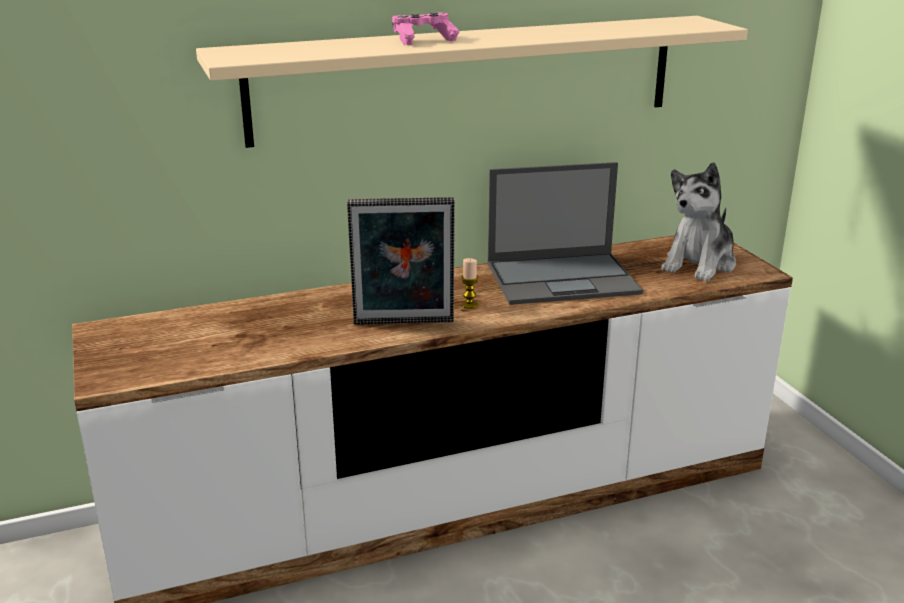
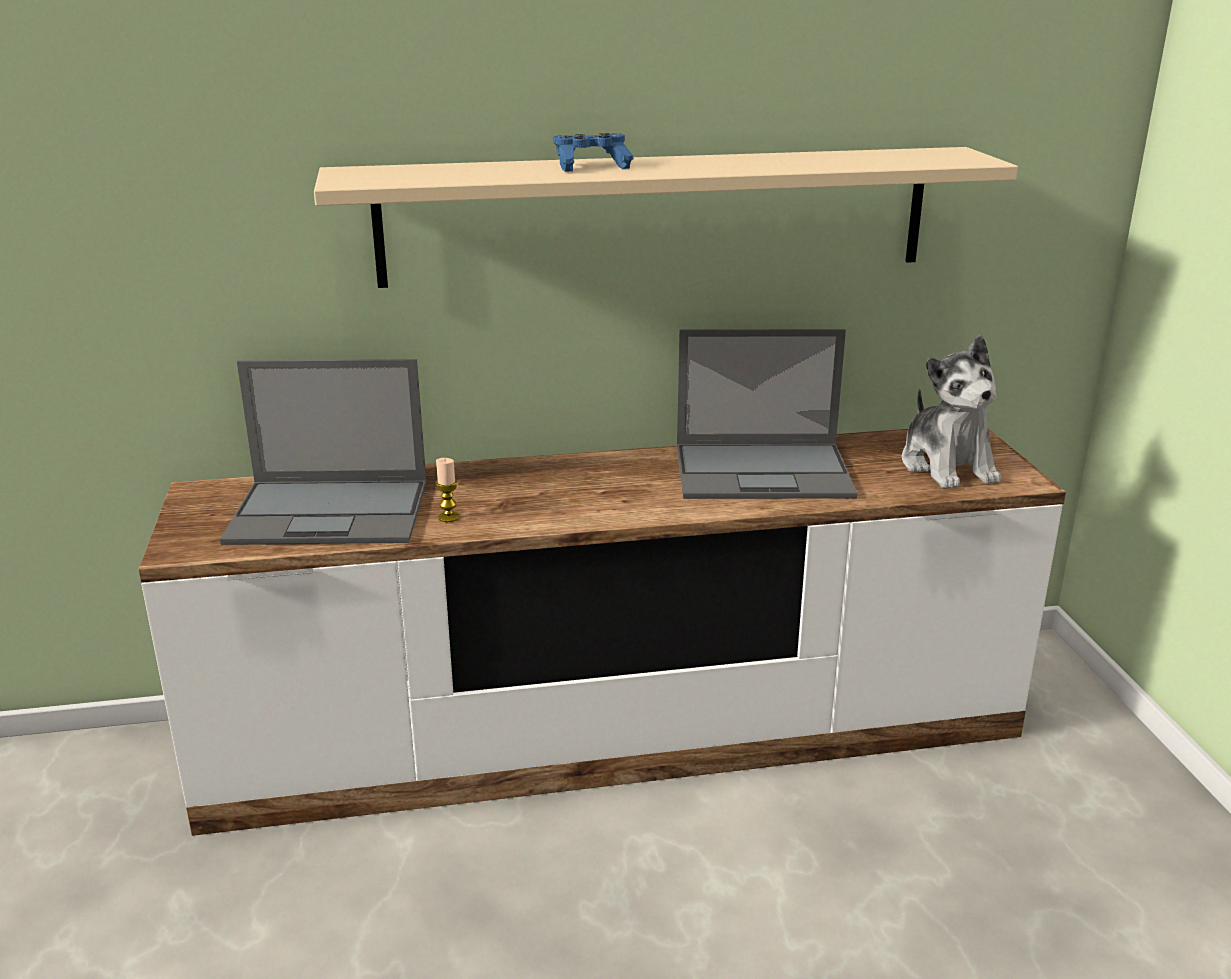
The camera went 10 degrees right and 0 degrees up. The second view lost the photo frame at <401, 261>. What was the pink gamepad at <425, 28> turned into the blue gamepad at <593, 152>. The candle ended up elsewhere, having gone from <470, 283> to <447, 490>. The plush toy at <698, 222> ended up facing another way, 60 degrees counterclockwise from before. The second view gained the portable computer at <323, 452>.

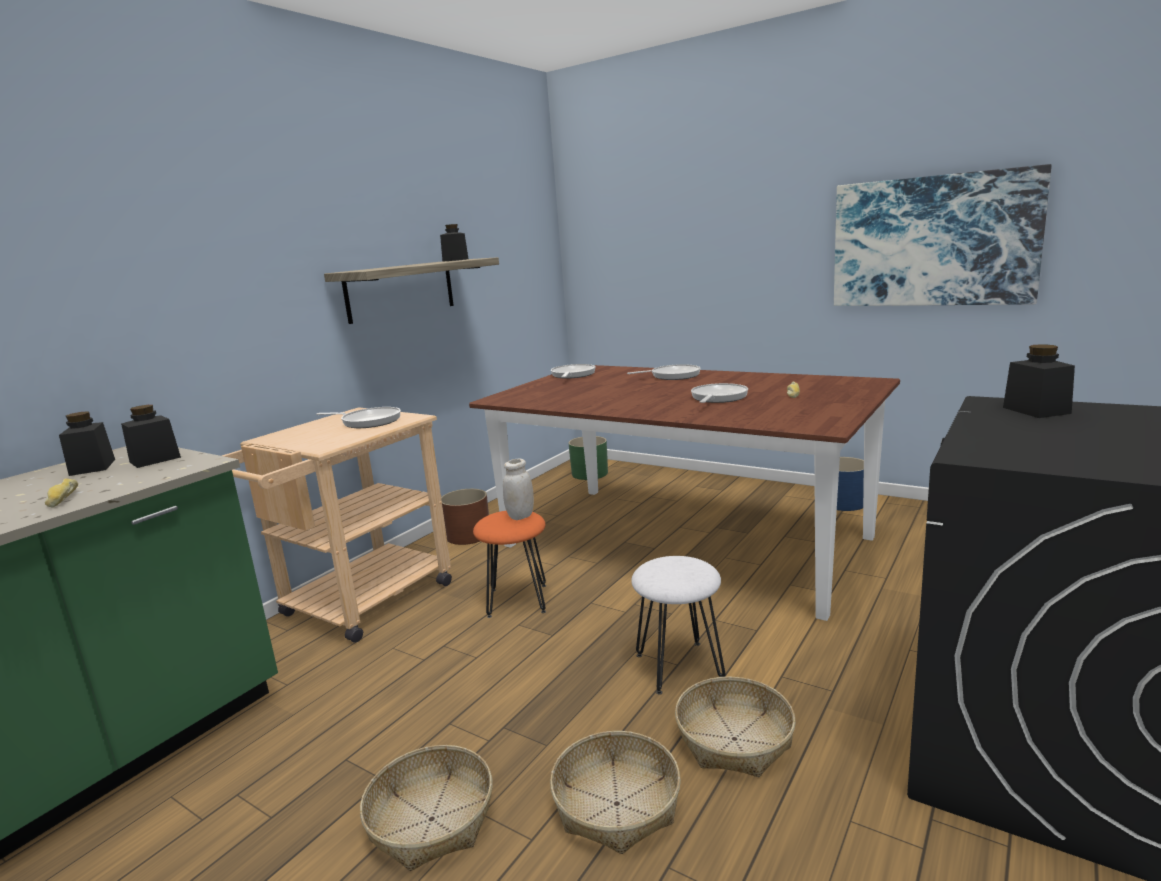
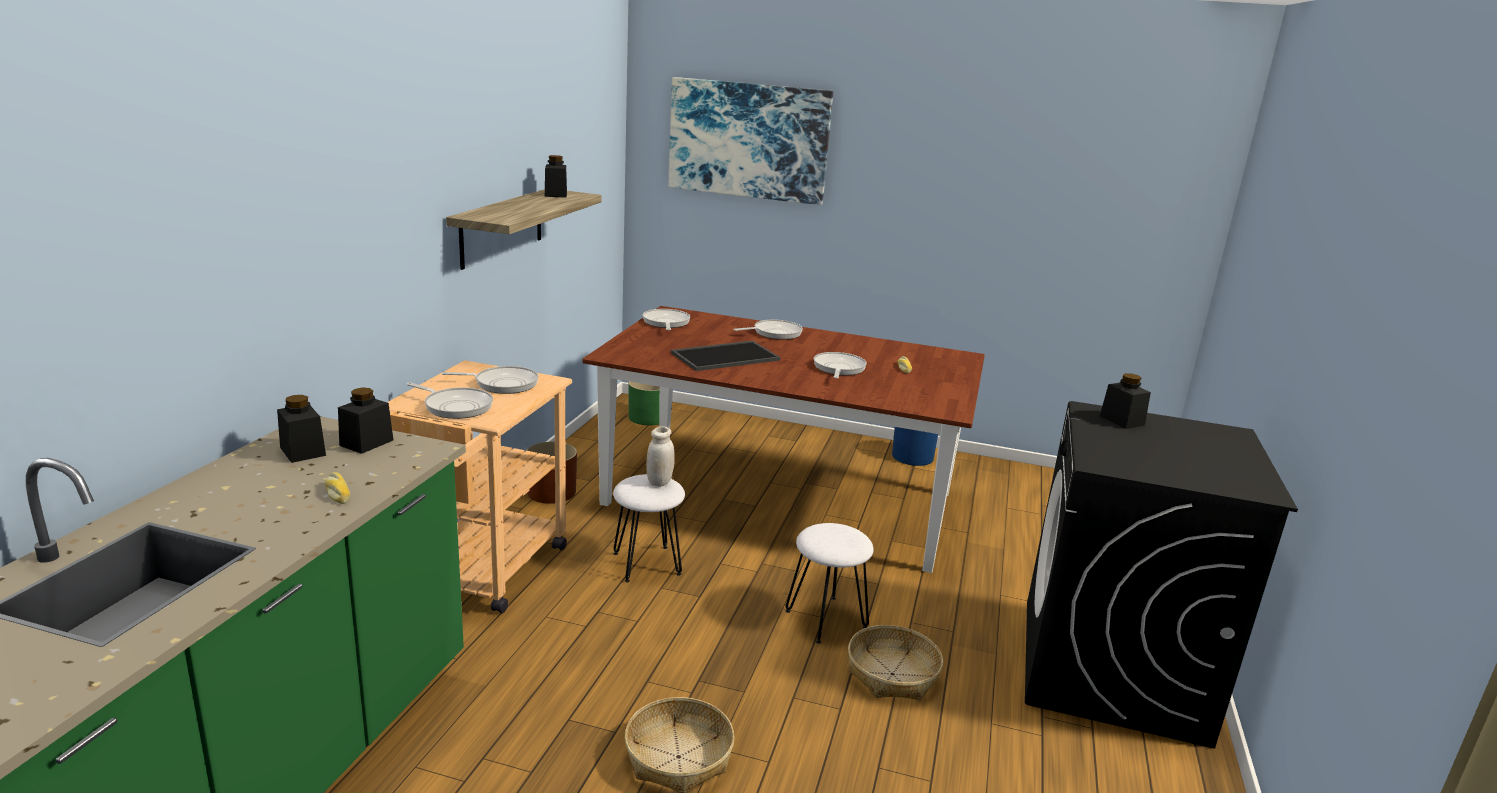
The camera went 20 degrees left and 5 degrees up. What was the orange sitting stool at <509, 564> turned into the white sitting stool at <649, 528>. The second view lost the household basket at <615, 792>. The picture ended up elsewhere, having gone from <943, 235> to <750, 141>. The second view gained the frying pan at <449, 400>. The second view gained the tray at <725, 356>.

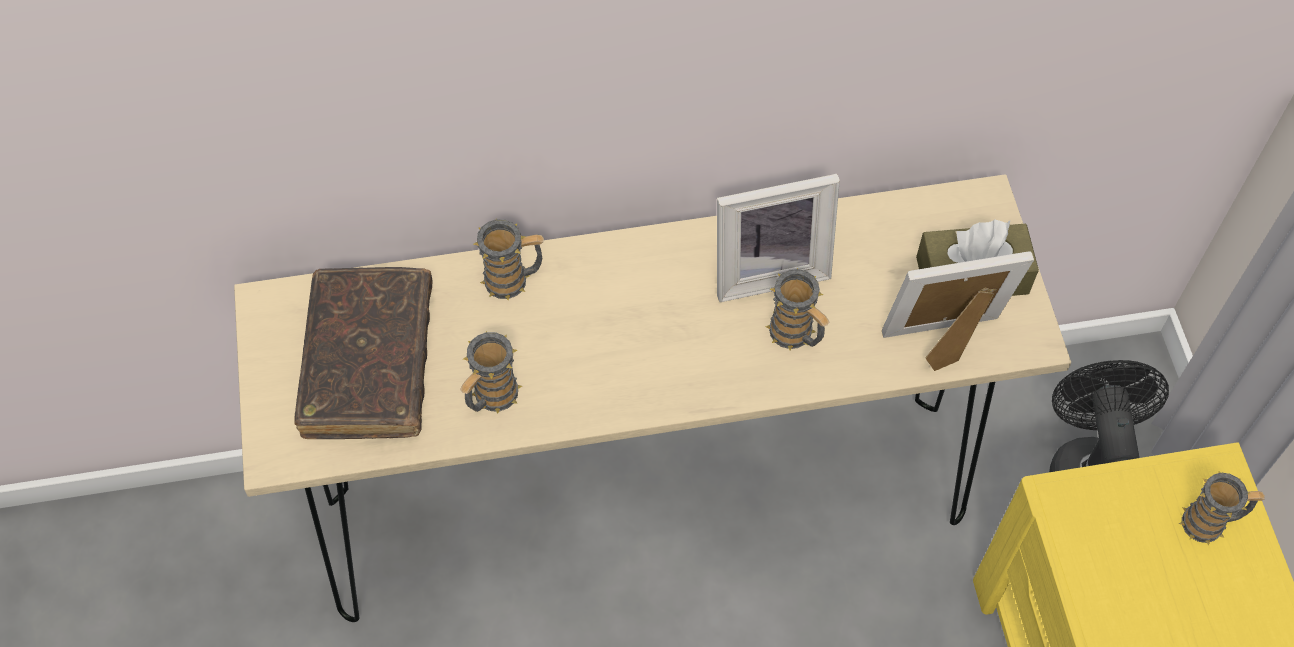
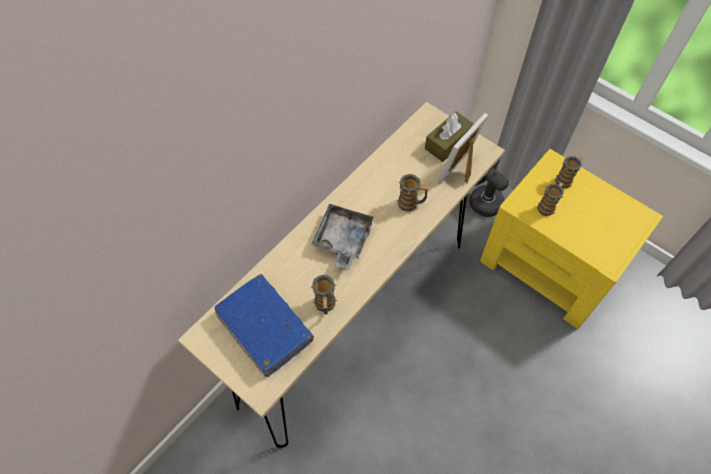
The camera went 40 degrees left and 0 degrees up. What was the brown book at <363, 353> turned into the blue book at <264, 325>. The tea mug ended up elsewhere, having gone from <509, 259> to <550, 199>. The second view lost the photo frame at <778, 238>. The second view gained the grey tray at <342, 237>.

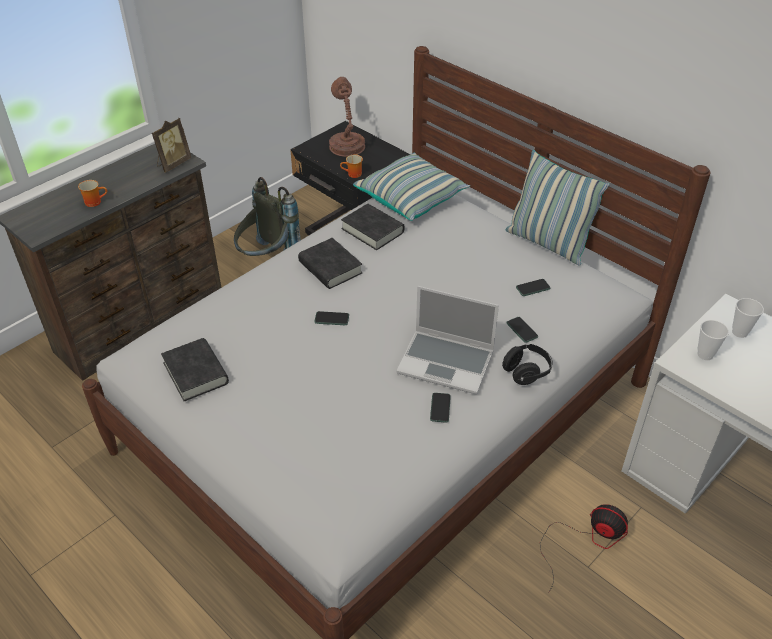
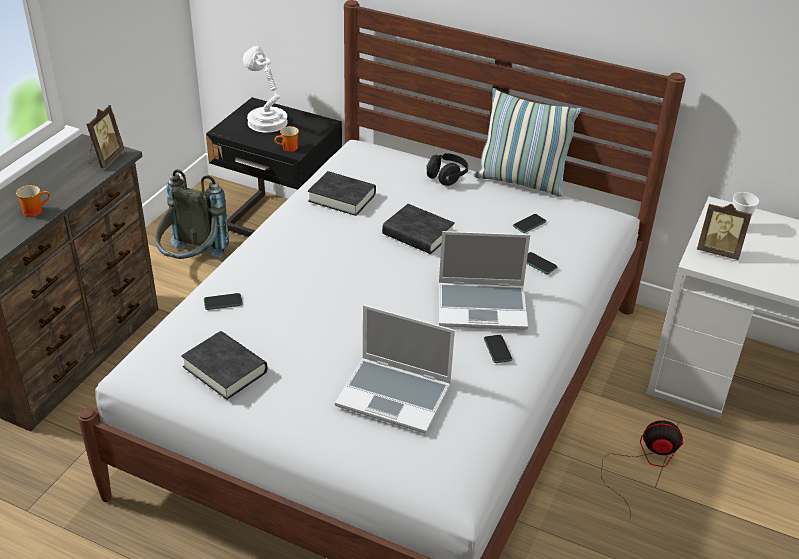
The camera went 20 degrees left and 5 degrees down. The blackish book ended up elsewhere, having gone from <330, 263> to <418, 229>. The phone ended up elsewhere, having gone from <331, 318> to <223, 301>. What was the brown tabletop lamp at <347, 117> turned into the white tabletop lamp at <265, 89>. The second view lost the pillow at <411, 187>. The blackish headphones ended up elsewhere, having gone from <527, 364> to <447, 169>. Where the drinking cup stood at <713, 340>, the photo frame came to stand at <724, 231>. The second view gained the portable computer at <395, 369>.

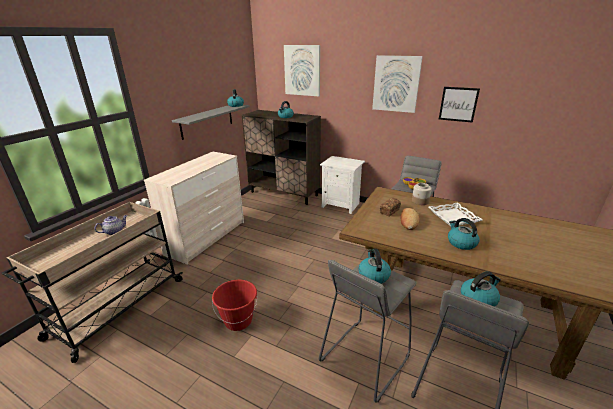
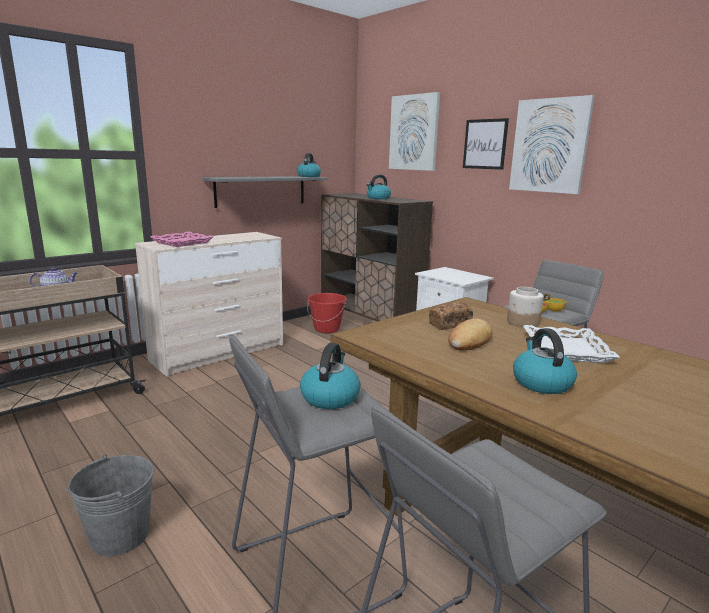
The camera went 20 degrees right and 10 degrees down. The red-coloured pail ended up elsewhere, having gone from <235, 305> to <327, 313>. The picture ended up elsewhere, having gone from <459, 105> to <486, 144>. The second view lost the water kettle at <481, 289>. The second view gained the grey pail at <110, 505>. The second view gained the pink tray at <181, 239>.

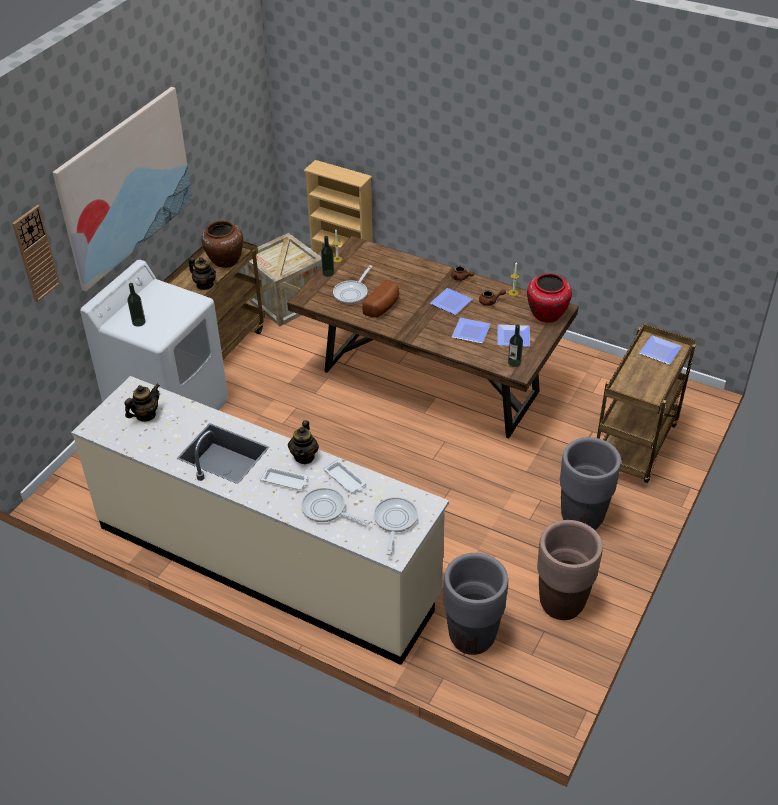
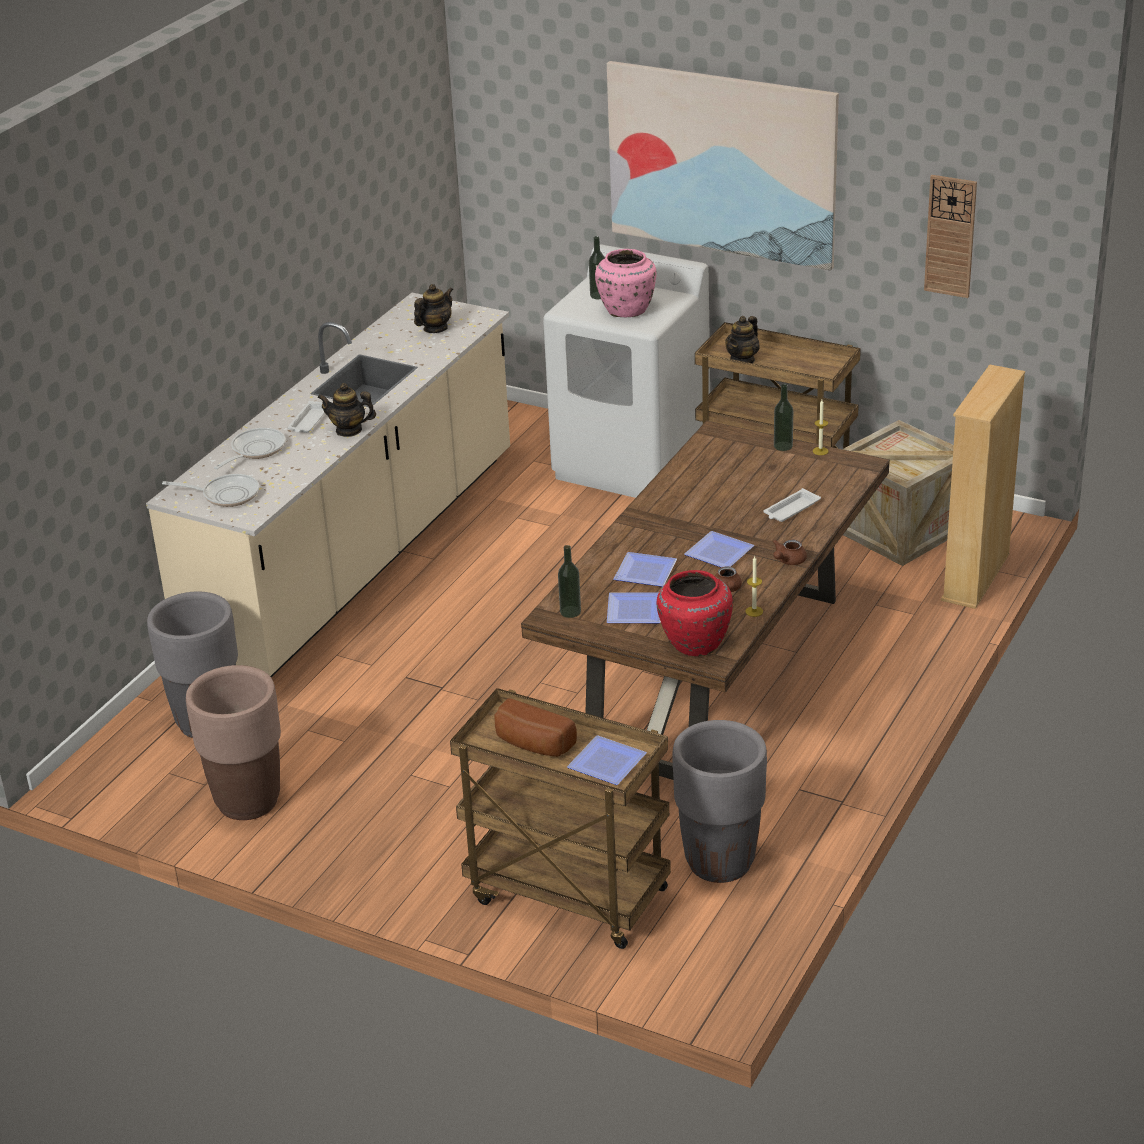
The camera went 90 degrees right and 10 degrees down. The clock on the wall ended up elsewhere, having gone from <36, 254> to <950, 236>. The teapot at <142, 403> ended up facing another way, 90 degrees counterclockwise from before. The second view lost the brown decorative vase at <222, 244>. The white tray ended up elsewhere, having gone from <344, 476> to <792, 505>. The second view lost the frying pan at <352, 284>. The baked bread ended up elsewhere, having gone from <380, 299> to <535, 727>. The grey planter ended up elsewhere, having gone from <590, 483> to <719, 801>. The second view gained the pink decorative vase at <626, 283>.

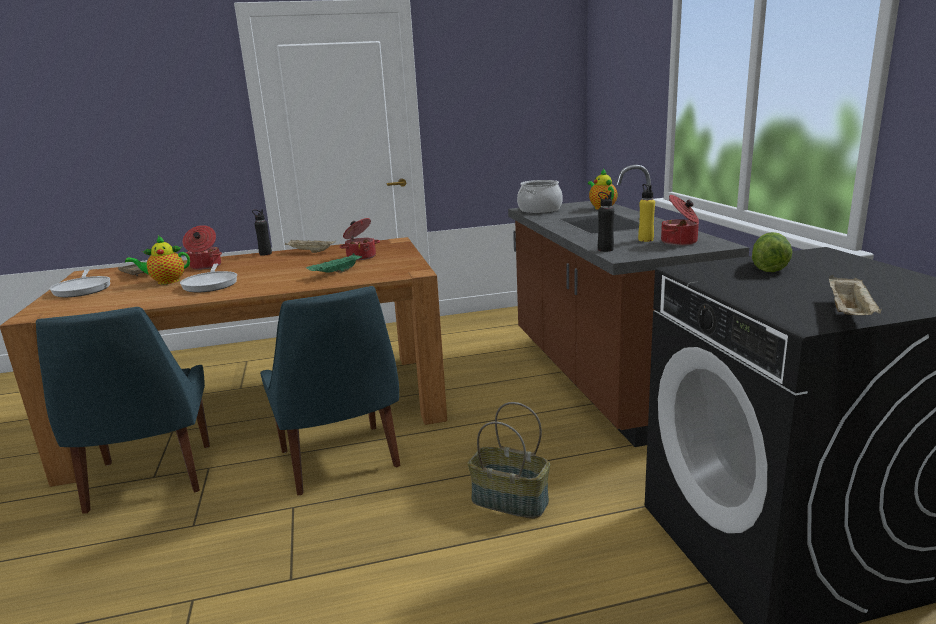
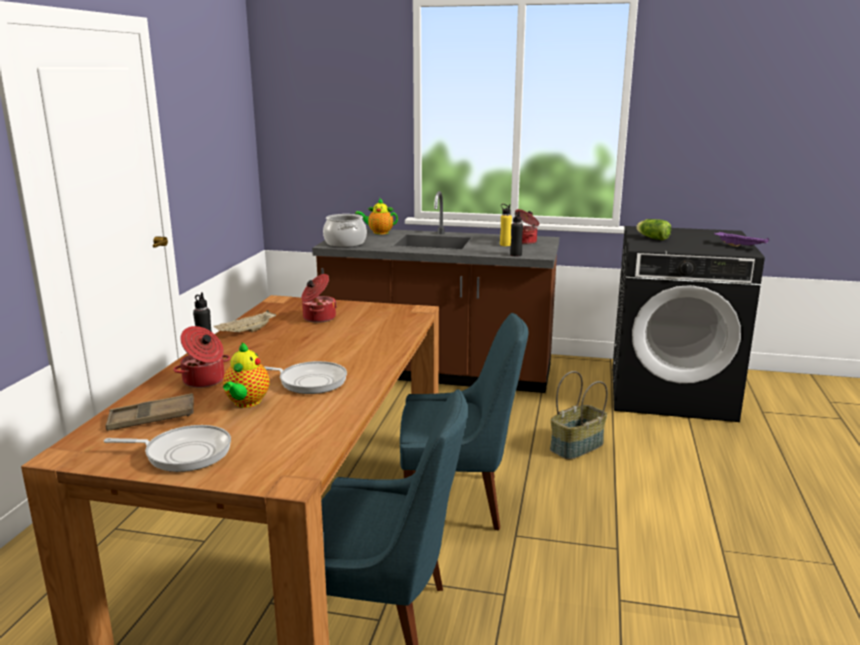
The camera went 65 degrees left and 0 degrees up. The second view lost the greenish tray at <334, 263>. What was the beige tray at <855, 295> turned into the purplish tray at <741, 239>.

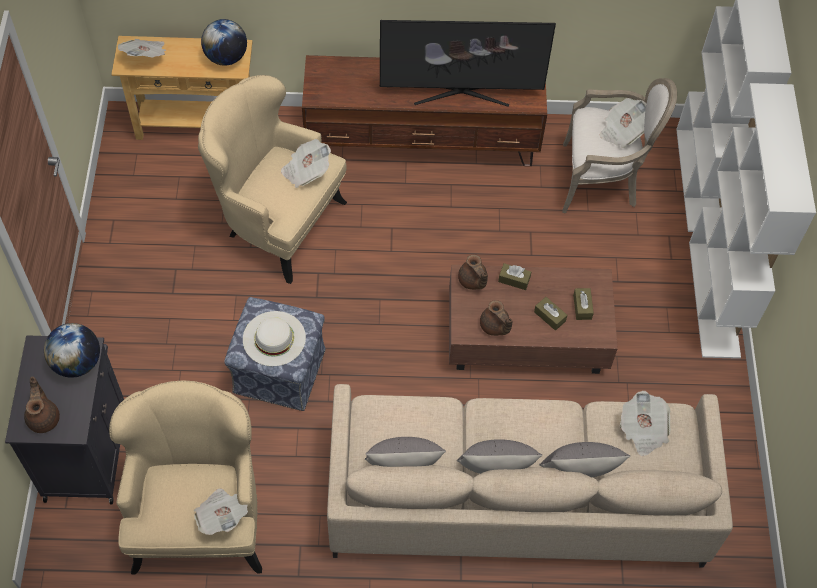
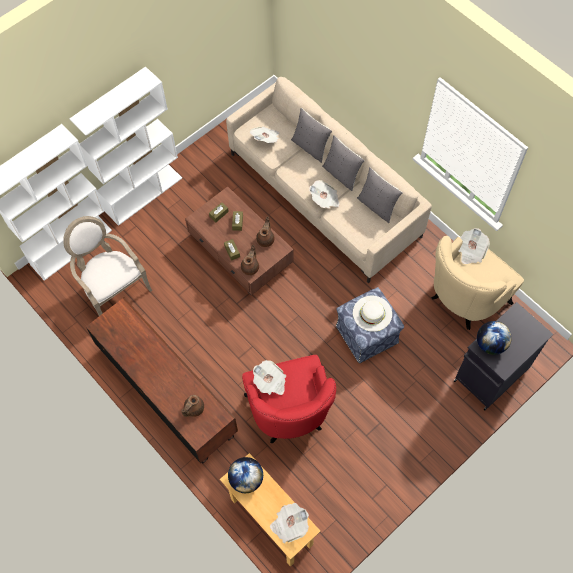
The camera went 130 degrees left and 5 degrees up. The brown teapot ended up elsewhere, having gone from <42, 405> to <192, 406>. What was the beige armchair at <272, 179> turned into the red-coloured armchair at <289, 399>. The second view lost the TV at <468, 63>. The daily paper ended up elsewhere, having gone from <623, 123> to <324, 194>.

